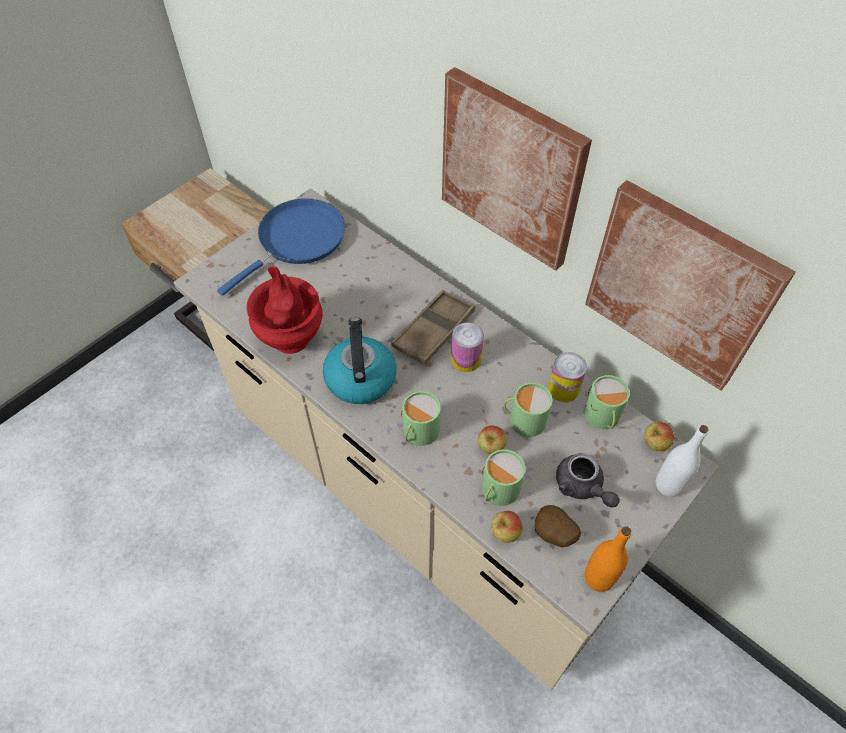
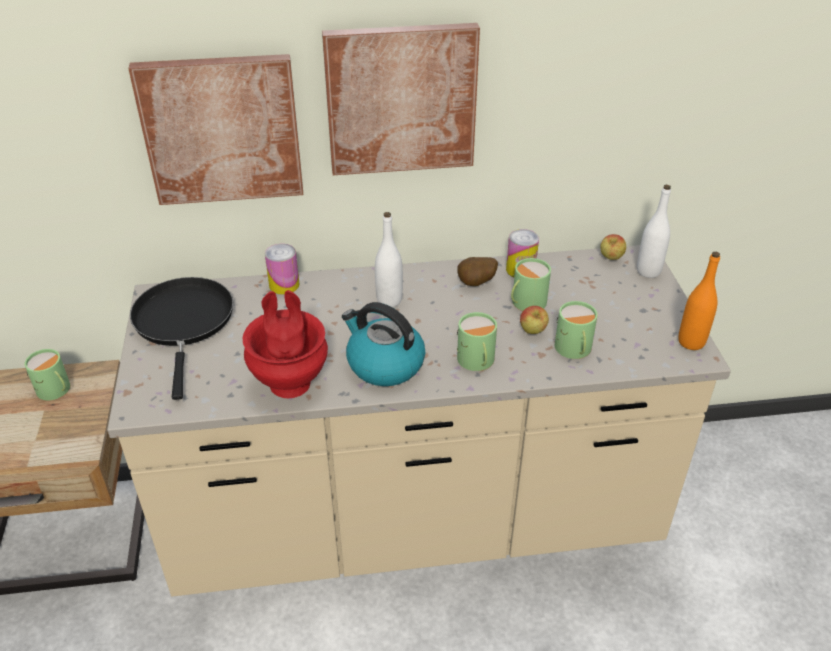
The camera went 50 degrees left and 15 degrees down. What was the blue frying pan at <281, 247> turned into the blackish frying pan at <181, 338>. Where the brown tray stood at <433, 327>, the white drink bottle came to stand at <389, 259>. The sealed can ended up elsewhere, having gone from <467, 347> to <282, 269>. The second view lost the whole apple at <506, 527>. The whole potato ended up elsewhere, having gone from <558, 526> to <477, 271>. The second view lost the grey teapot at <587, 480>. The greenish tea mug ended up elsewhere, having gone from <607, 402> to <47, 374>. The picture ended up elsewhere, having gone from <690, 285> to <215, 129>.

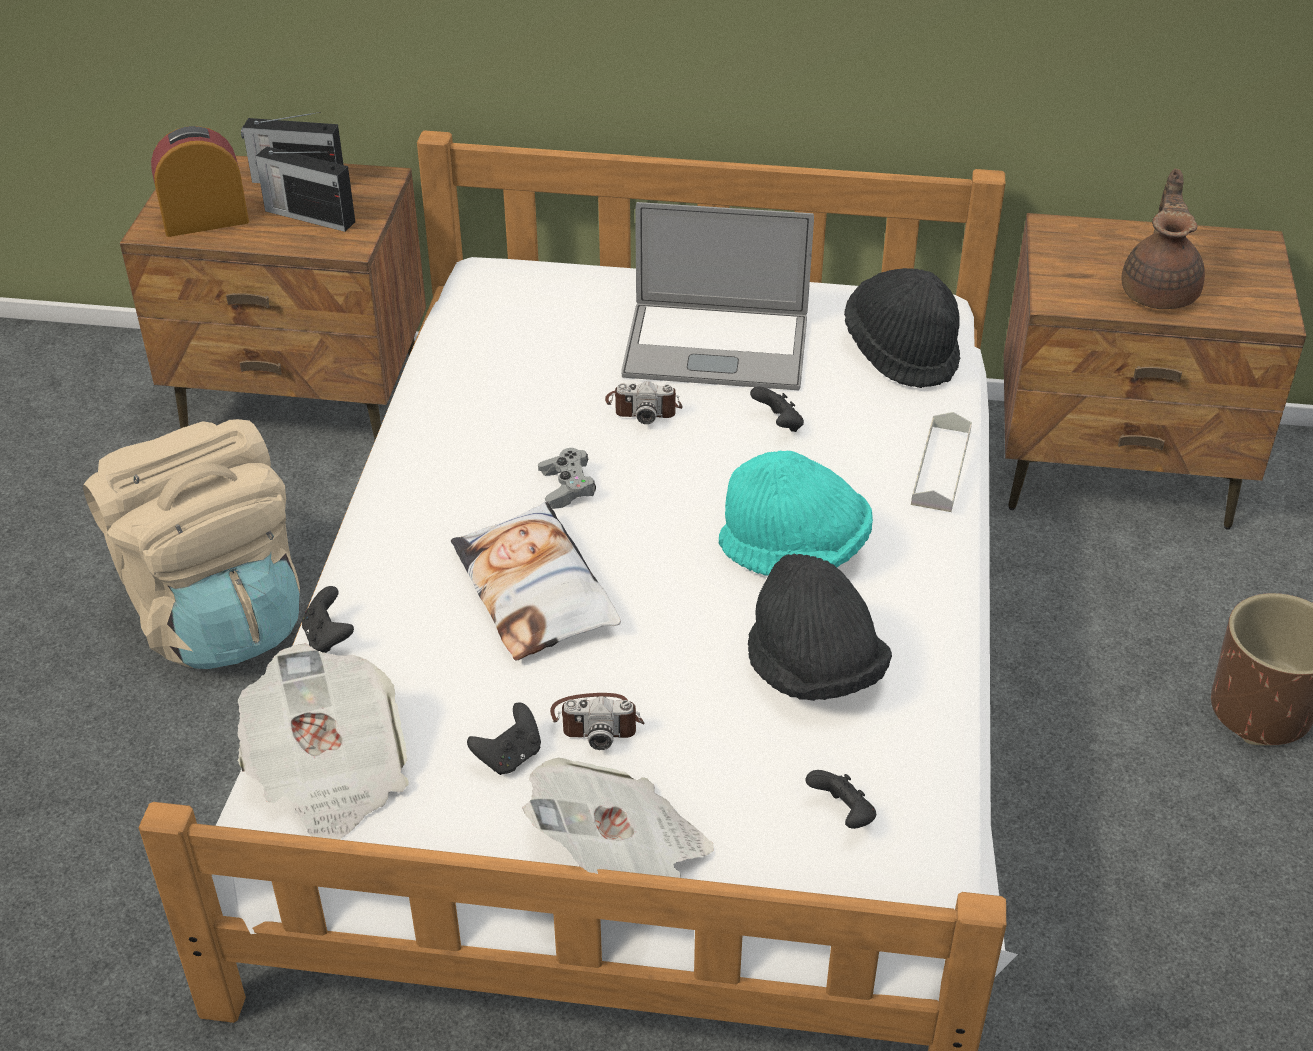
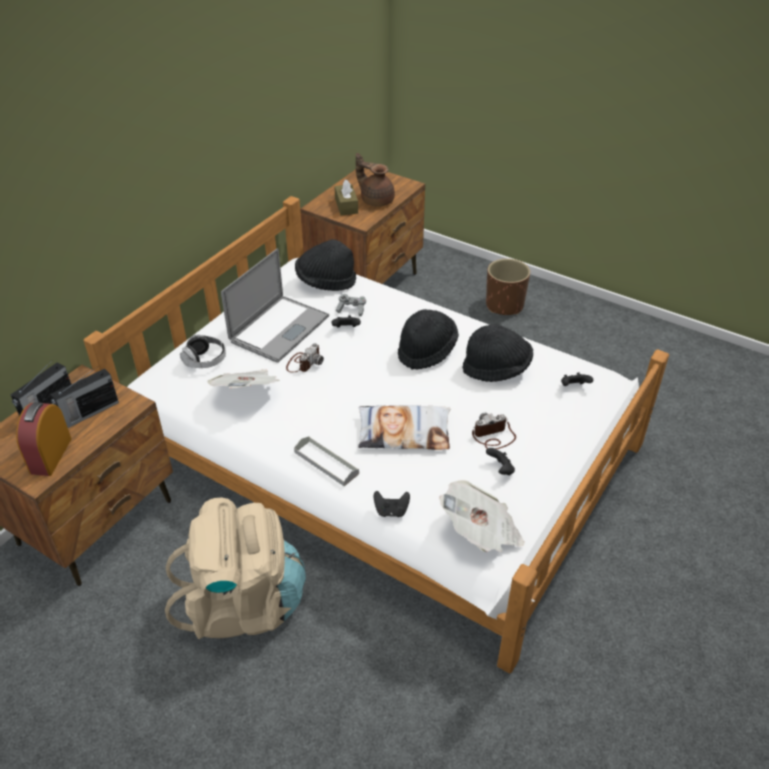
The camera went 65 degrees left and 0 degrees up. The daily paper ended up elsewhere, having gone from <618, 817> to <243, 378>. The grey gamepad ended up elsewhere, having gone from <567, 478> to <351, 305>. The photo camera at <597, 721> ended up facing another way, 135 degrees counterclockwise from before. What was the blue-green hat at <796, 513> turned into the blackish hat at <428, 339>. The grey tray ended up elsewhere, having gone from <941, 462> to <326, 461>. The second view gained the headphones at <203, 351>. The second view gained the brown tissue box at <346, 197>.

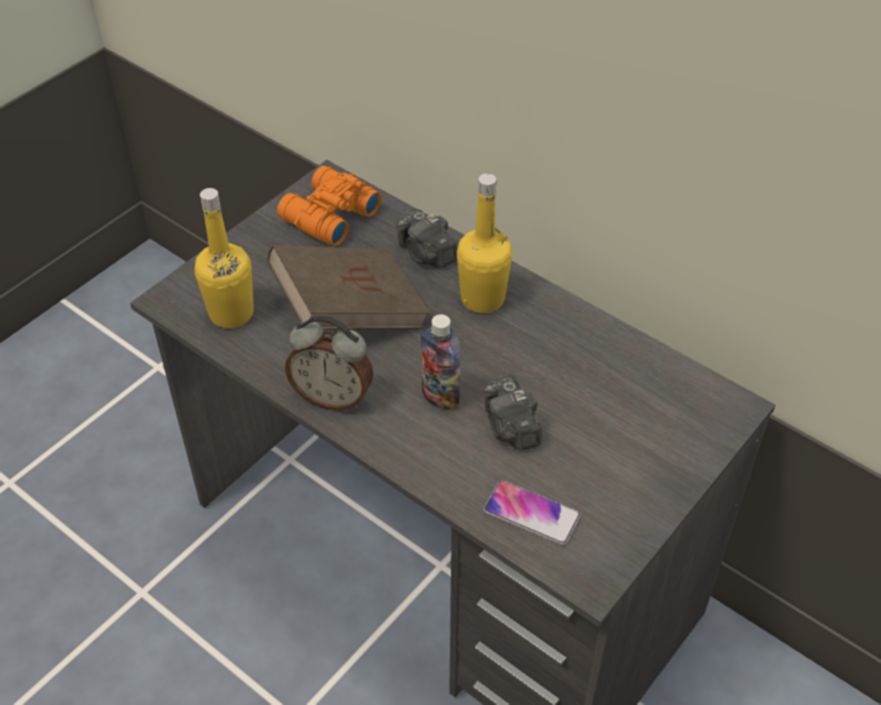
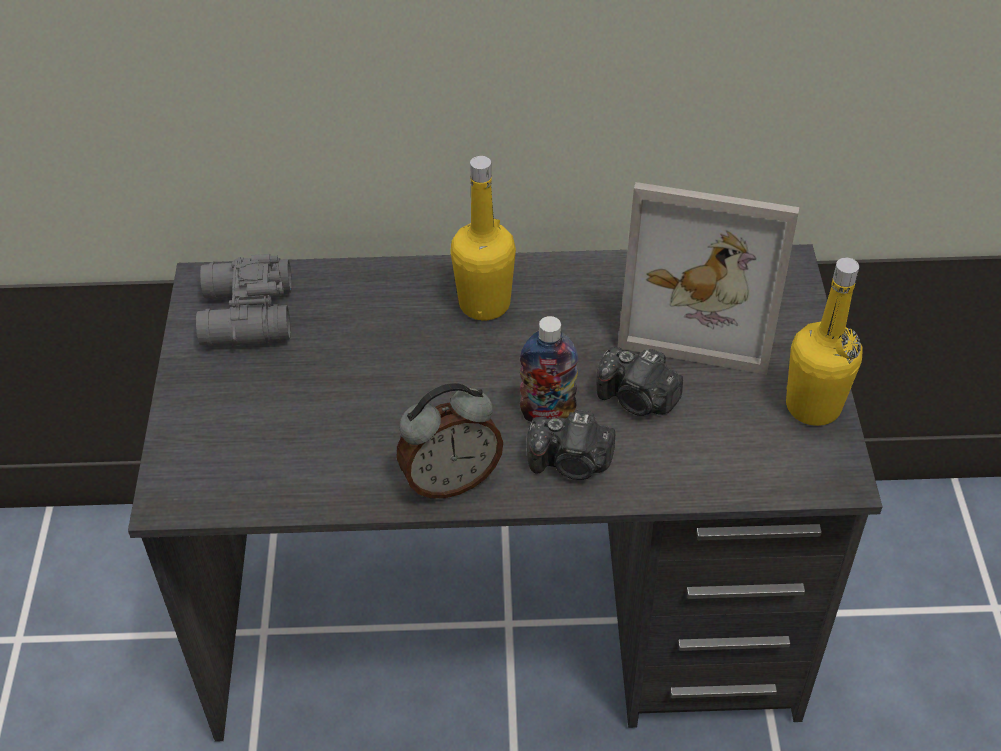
The camera went 40 degrees left and 0 degrees up. The yellow drink bottle ended up elsewhere, having gone from <224, 258> to <824, 342>. The second view lost the brown book at <348, 287>. What was the orange field glasses at <329, 206> turned into the grey field glasses at <244, 300>. The photo camera ended up elsewhere, having gone from <426, 238> to <571, 444>. The second view lost the phone at <532, 512>. The second view gained the photo frame at <708, 278>.

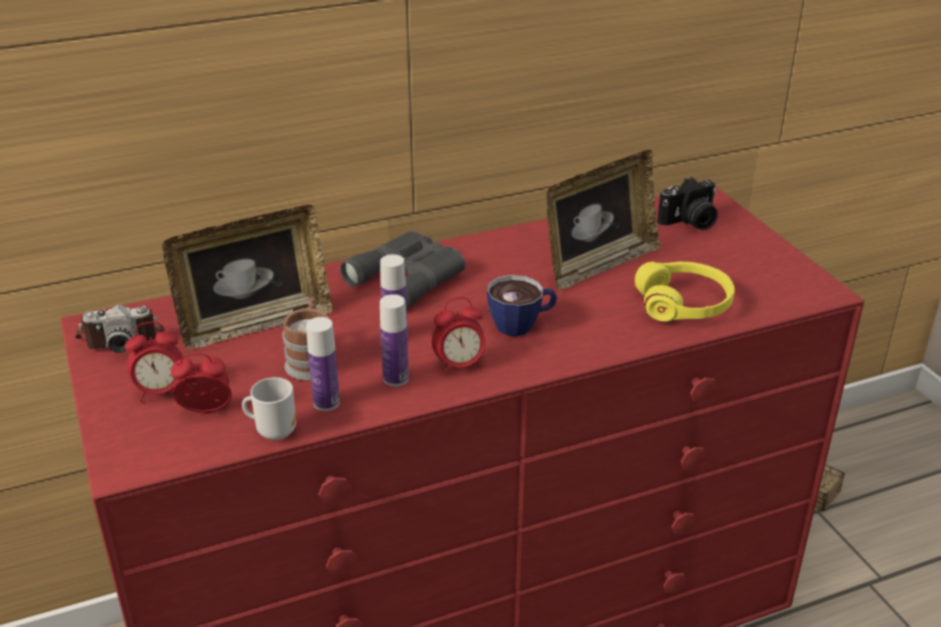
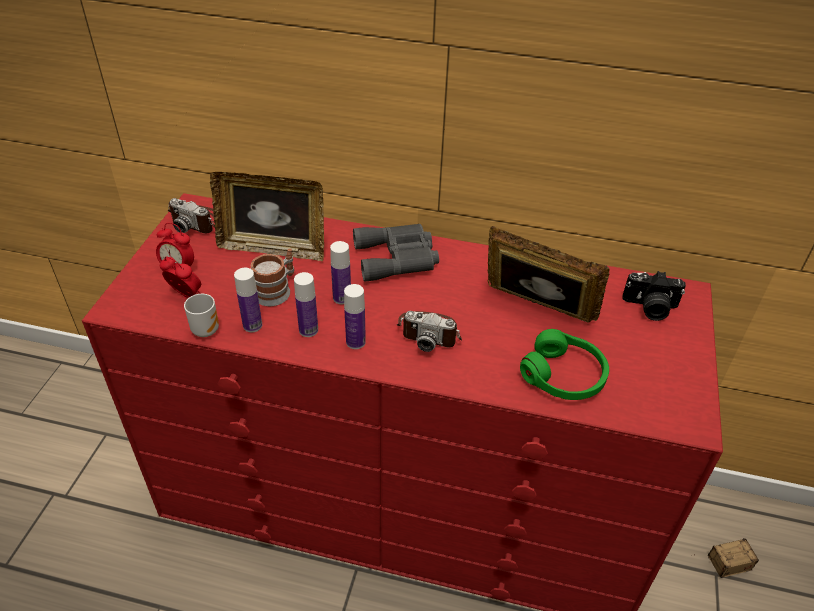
The camera went 35 degrees right and 10 degrees up. Where the alarm clock stood at <458, 336>, the drink bottle came to stand at <355, 316>. Where the drinking cup stood at <522, 305>, the photo camera came to stand at <429, 331>. The photo frame at <603, 220> ended up facing another way, 150 degrees counterclockwise from before. What was the yellow headphones at <685, 292> turned into the greenish headphones at <564, 364>.

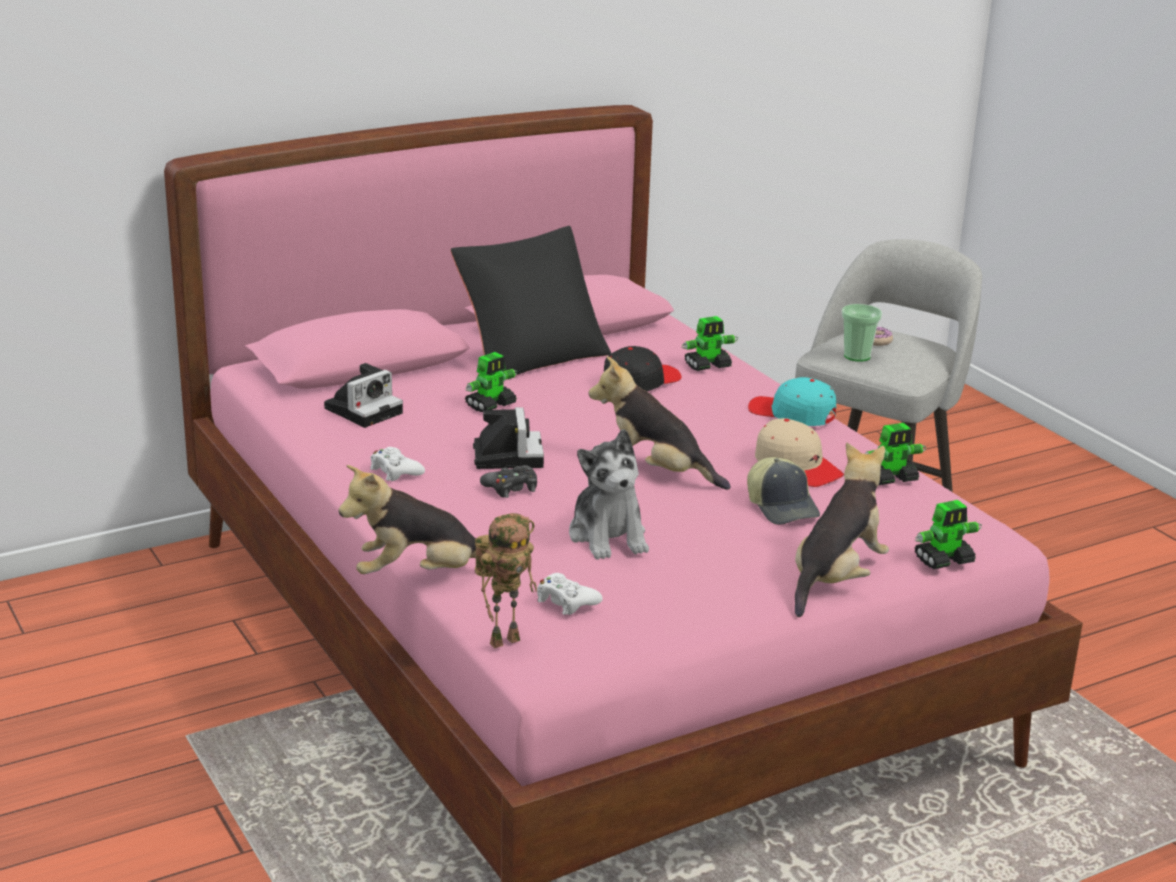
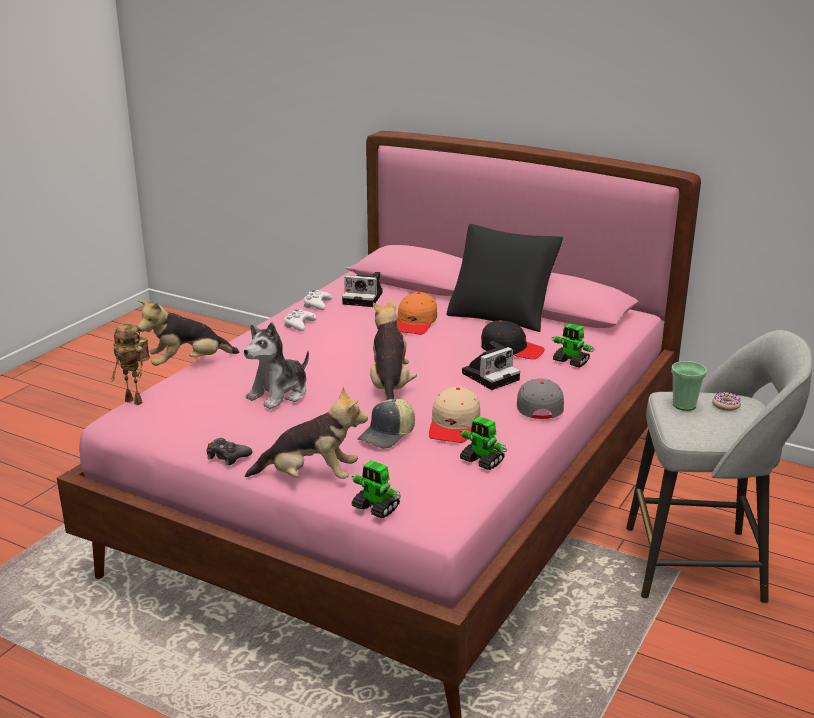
The camera went 60 degrees right and 0 degrees up. The plush toy at <407, 519> ended up facing another way, 75 degrees counterclockwise from before. Where the model robot stood at <491, 382>, the orange peaked cap came to stand at <417, 313>. The photo camera ended up elsewhere, having gone from <508, 438> to <491, 365>. The blackish gamepad ended up elsewhere, having gone from <508, 481> to <229, 452>. The white gamepad ended up elsewhere, having gone from <570, 594> to <318, 300>. What was the blue-green peaked cap at <792, 401> turned into the grey peaked cap at <540, 398>.

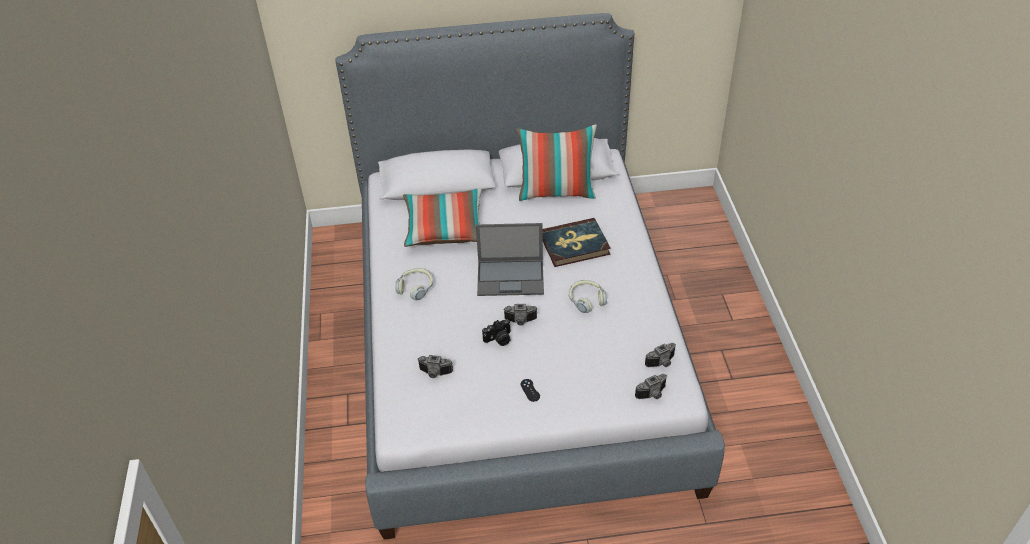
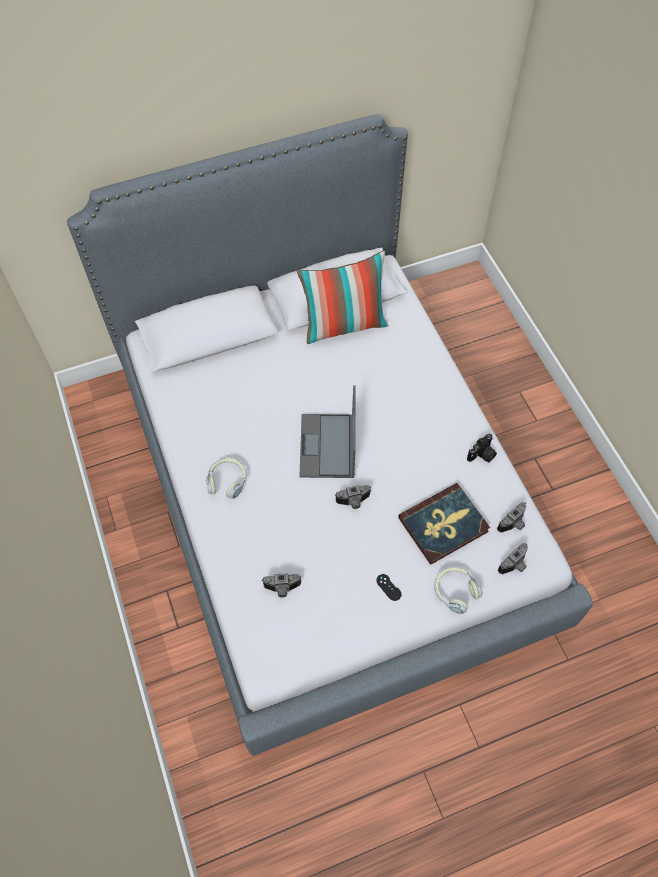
The camera went 15 degrees left and 15 degrees up. The second view lost the pillow at <442, 217>. The portable computer at <510, 259> ended up facing another way, 105 degrees clockwise from before. The photo camera ended up elsewhere, having gone from <496, 332> to <482, 448>. The book ended up elsewhere, having gone from <577, 242> to <444, 524>. The headphones ended up elsewhere, having gone from <587, 296> to <458, 590>.

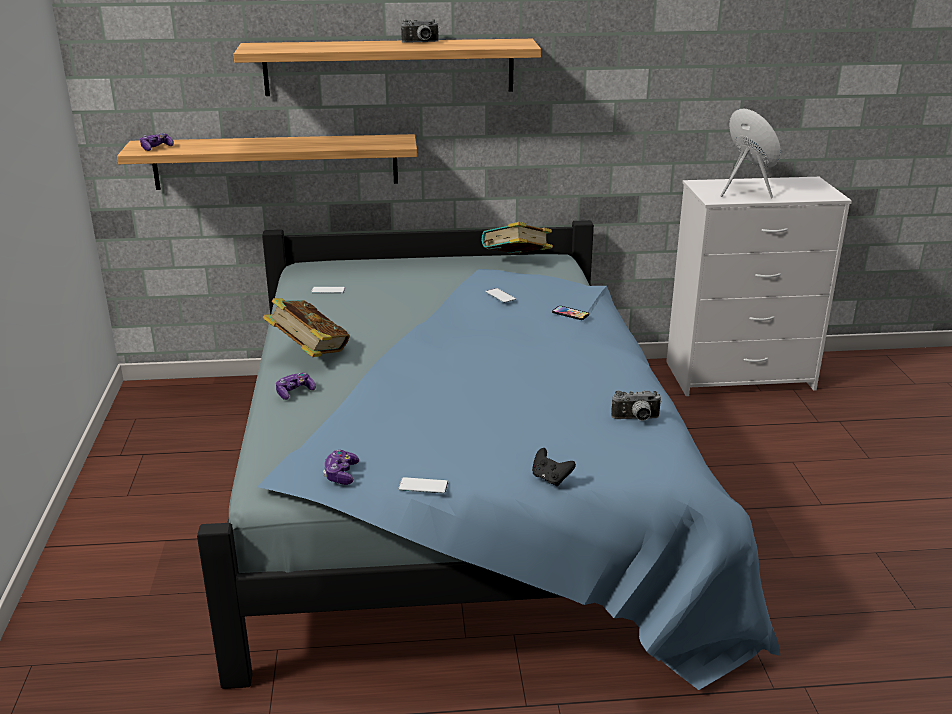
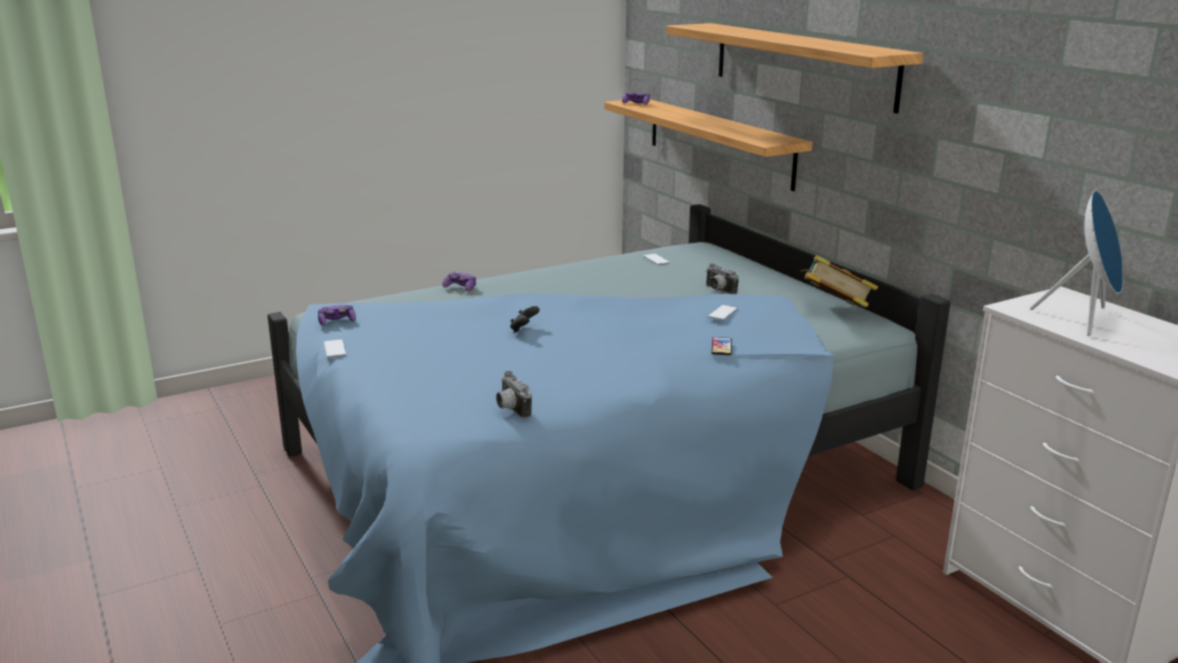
The camera went 65 degrees right and 5 degrees down. The second view lost the book at <306, 327>. The photo camera ended up elsewhere, having gone from <420, 31> to <722, 278>. The blackish gamepad ended up elsewhere, having gone from <554, 467> to <525, 319>.

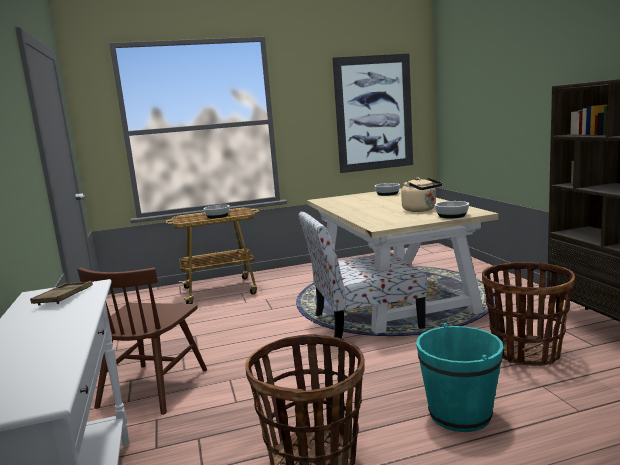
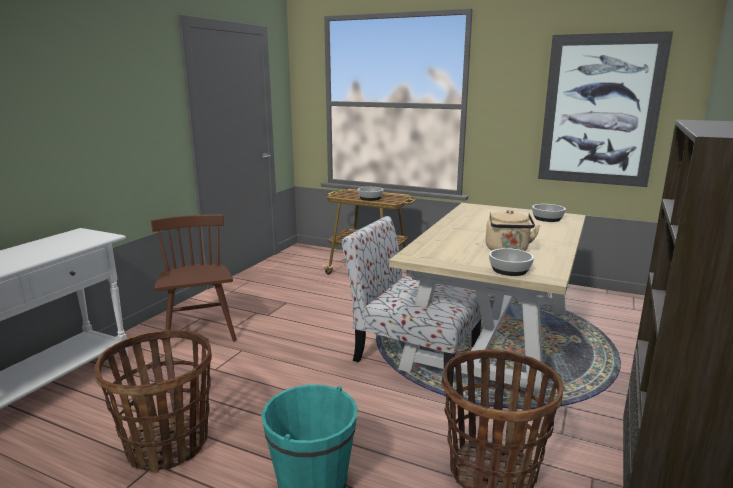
The camera went 40 degrees right and 5 degrees up. The second view lost the brown tray at <61, 293>. The brown plain chair at <142, 341> ended up facing another way, 105 degrees clockwise from before.

